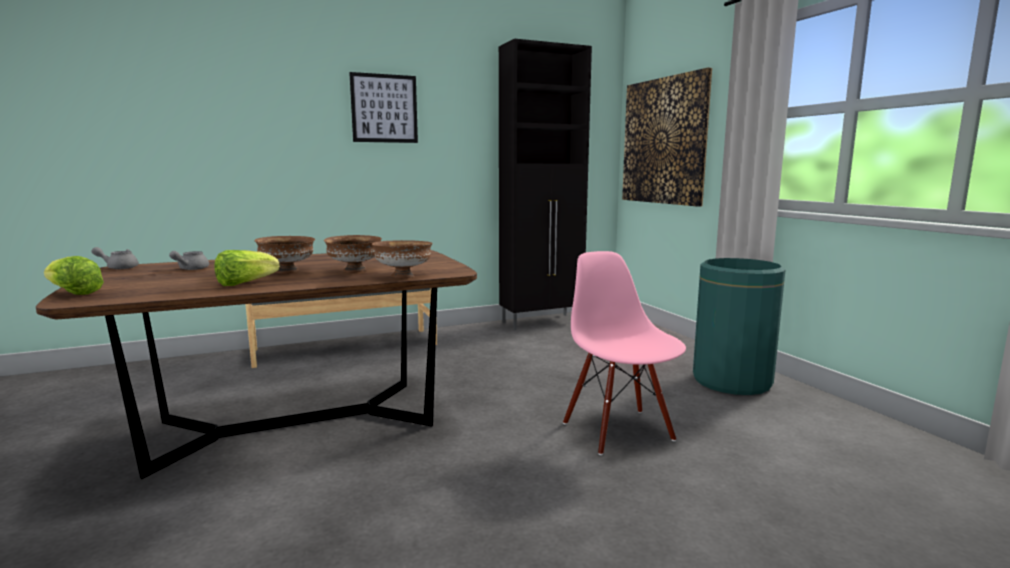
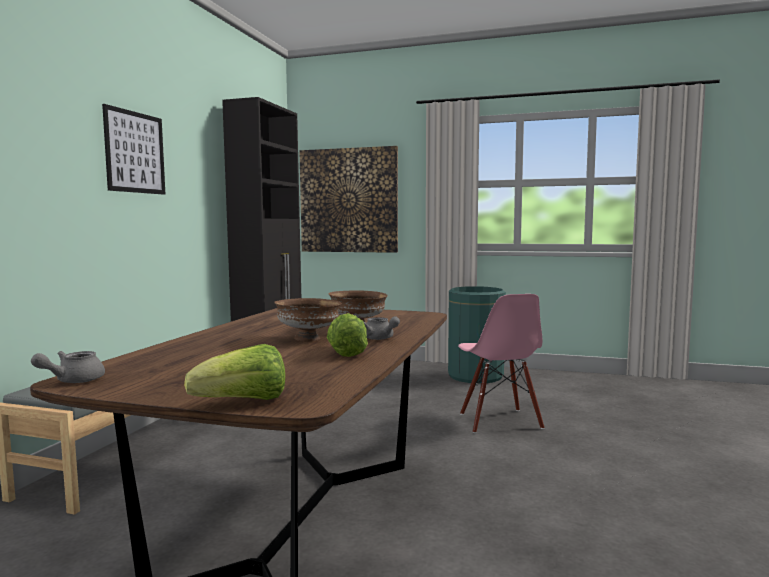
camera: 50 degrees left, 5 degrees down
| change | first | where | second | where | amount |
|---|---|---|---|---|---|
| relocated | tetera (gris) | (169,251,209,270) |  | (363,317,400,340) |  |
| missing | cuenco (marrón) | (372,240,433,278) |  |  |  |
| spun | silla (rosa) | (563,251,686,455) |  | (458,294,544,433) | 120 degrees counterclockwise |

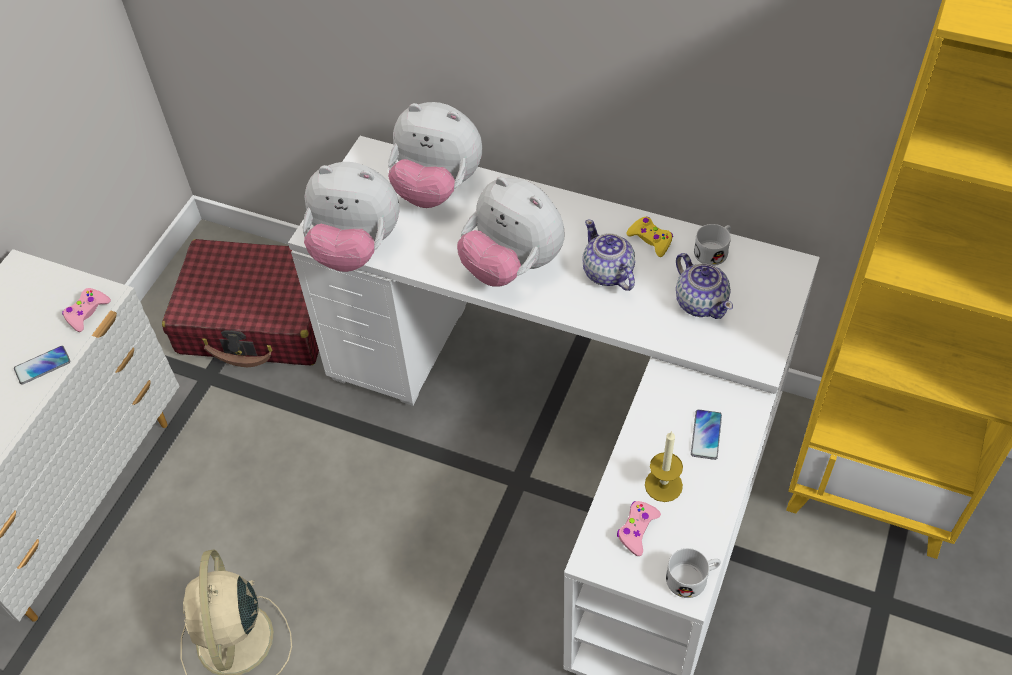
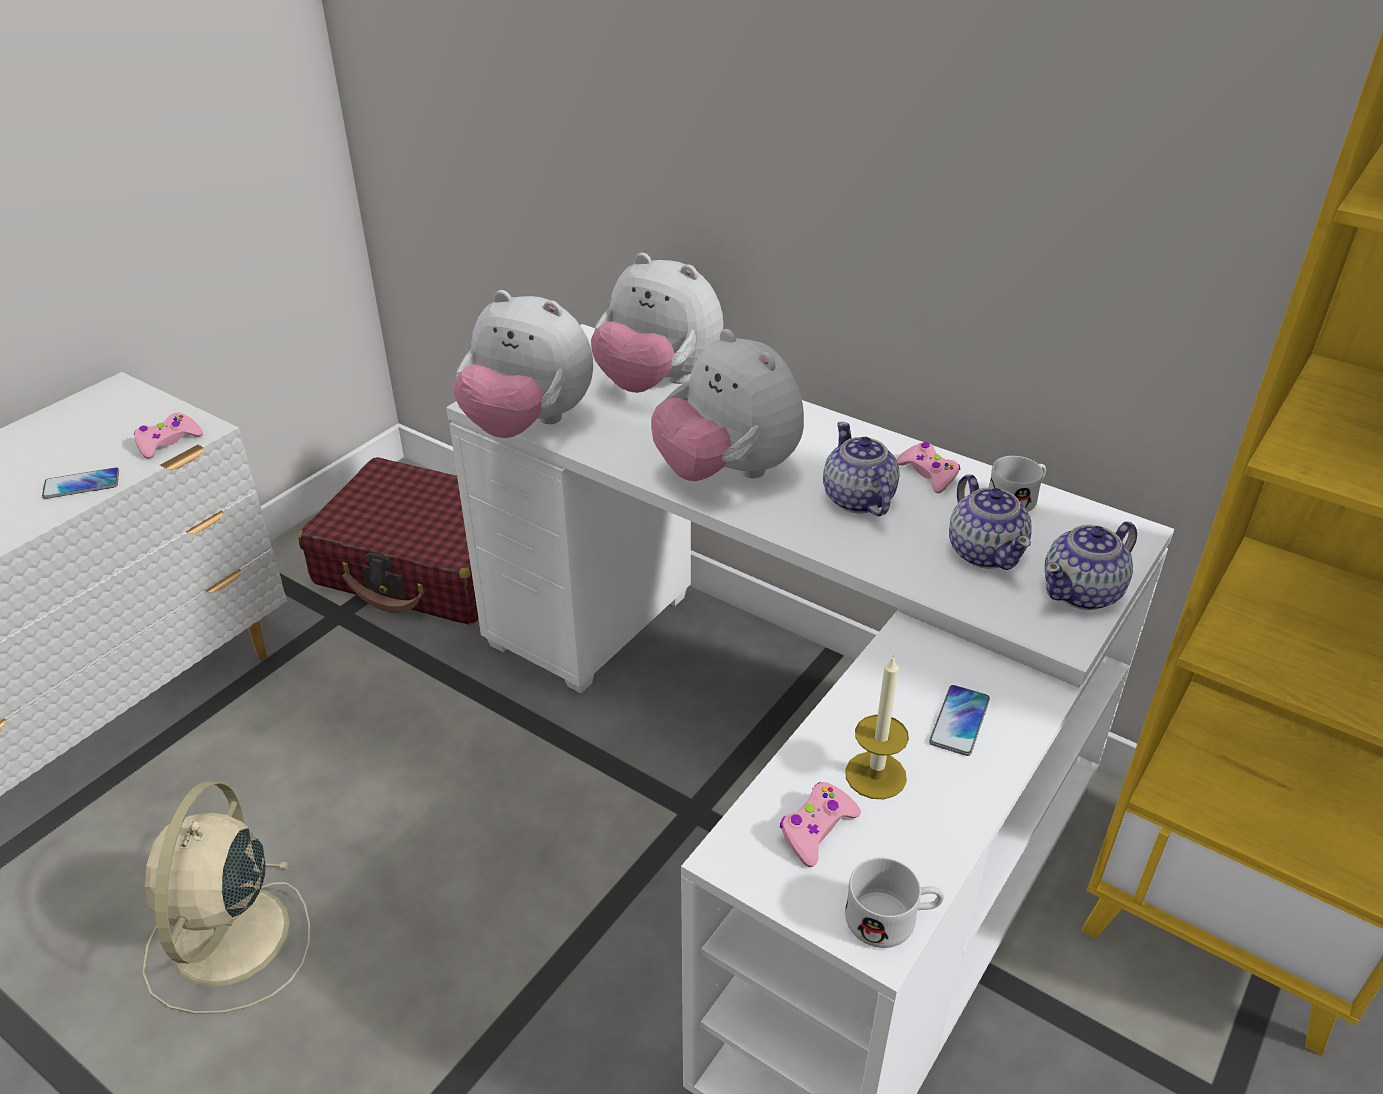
camera: 10 degrees right, 15 degrees down
| change | first | where | second | where | amount |
|---|---|---|---|---|---|
| colour | mando de consola (amarillo) | (626,217,673,257) | mando de consola (rosa) | (896,442,961,493) |  |
| appeared |  |  | tetera | (1045,521,1137,610) |  |

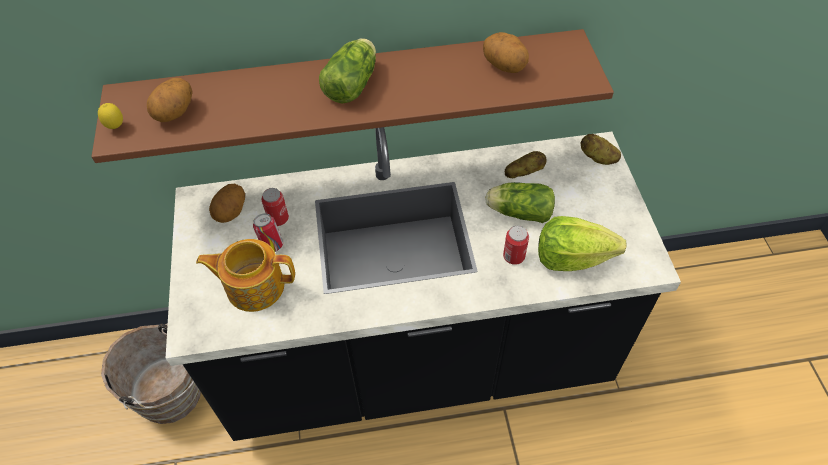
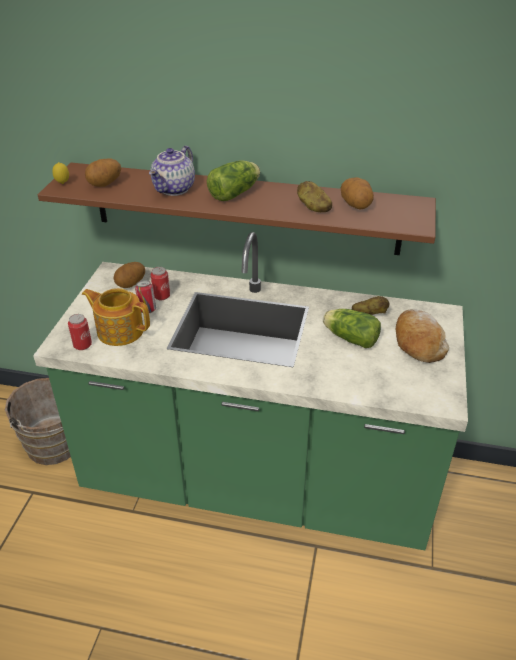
camera: 20 degrees right, 15 degrees down
| change | first | where | second | where | amount |
|---|---|---|---|---|---|
| colour | mueble bajo de cocina (negro) | (166,127,681,441) | mueble bajo de cocina (verde) | (33,232,468,550) |  |
| relocated | lata | (503,226,529,265) |  | (68,314,92,350) |  |
| missing | lechuga | (538,216,627,271) |  |  |  |
| relocated | patata | (581,134,621,165) |  | (297,181,332,212) |  |
| appeared |  |  | tetera | (149,146,195,196) |  |
| appeared |  |  | pan | (396,309,449,363) |  |

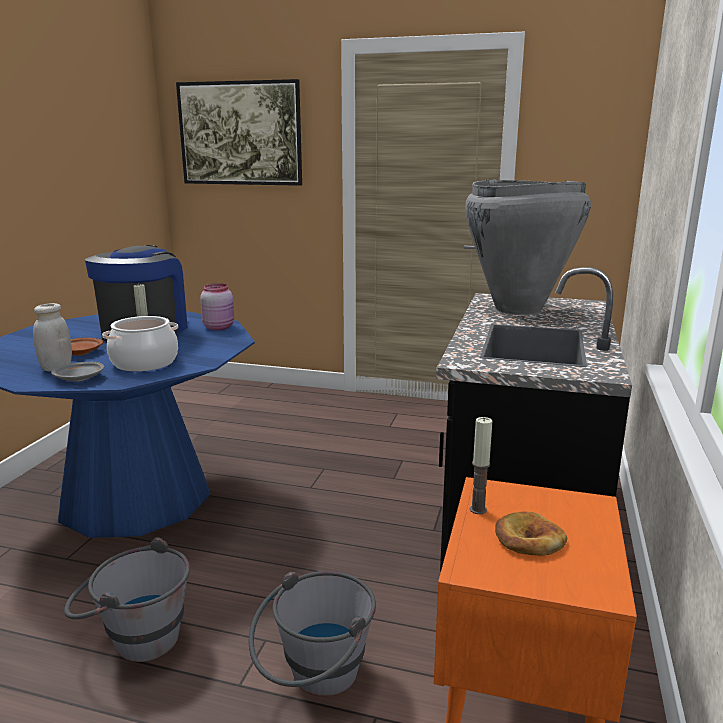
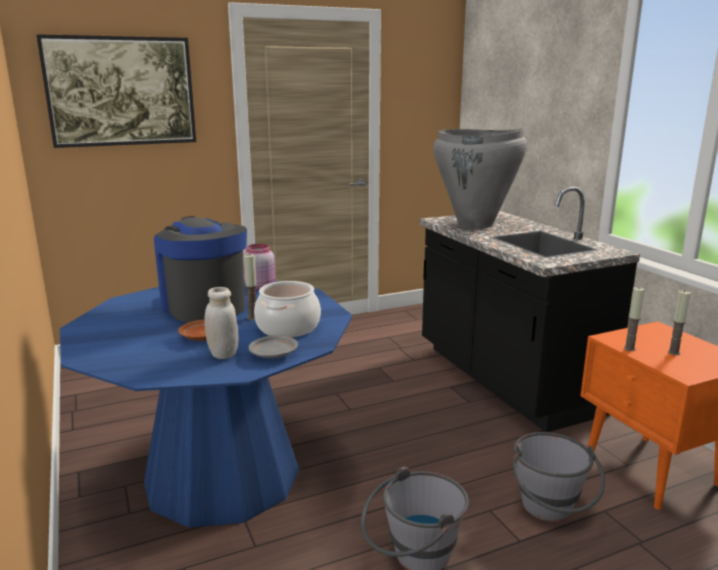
camera: 40 degrees left, 0 degrees up
| change | first | where | second | where | amount |
|---|---|---|---|---|---|
| exchanged | pan | (495,511,567,556) | vela | (668,291,691,355) |  |

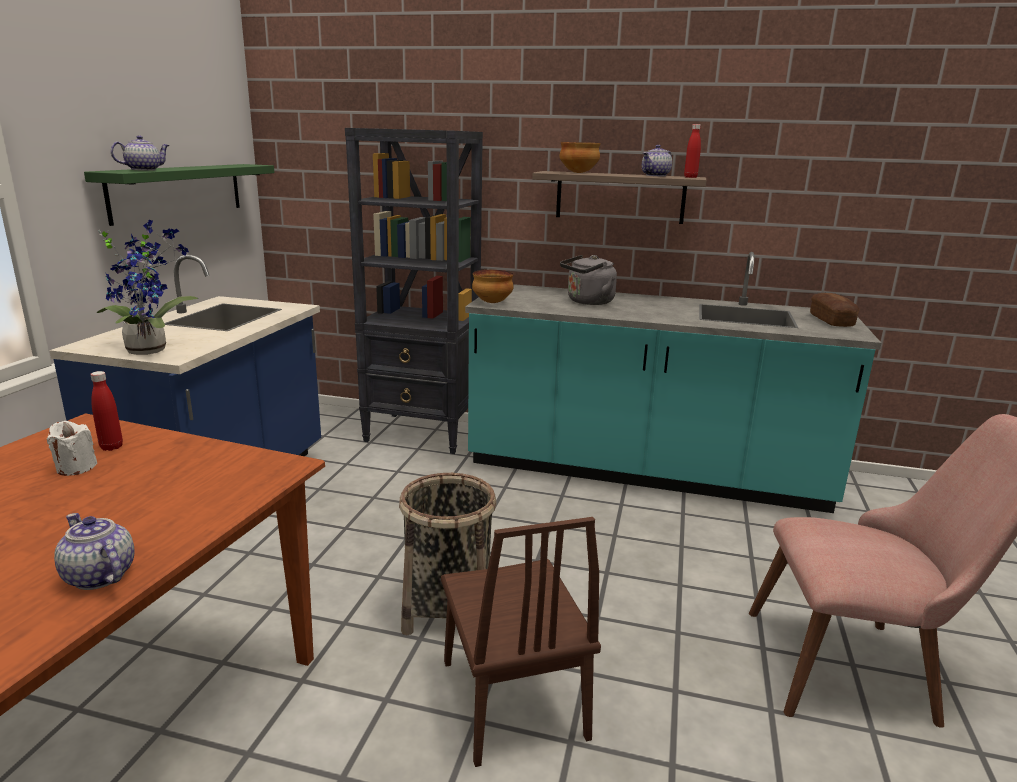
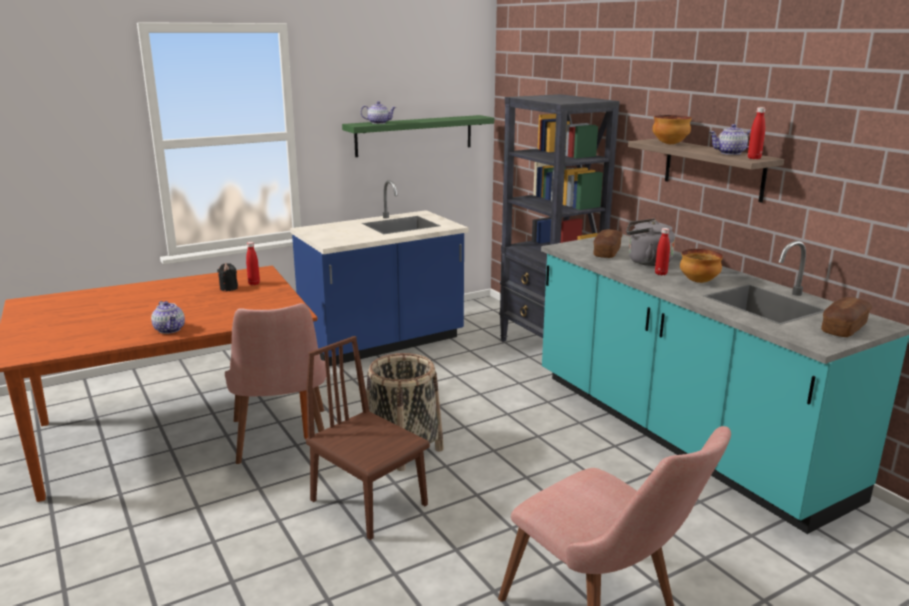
camera: 45 degrees right, 0 degrees up
| change | first | where | second | where | amount |
|---|---|---|---|---|---|
| colour | vela (blanco) | (47,421,97,476) | vela (negro) | (217,263,238,292) |  |
| spun | tetera | (54,513,134,590) |  | (151,301,185,334) | 150 degrees clockwise |
| missing | planta en maceta | (97,220,199,355) |  |  |  |
| spun | silla (marrón) | (441,517,601,767) |  | (306,336,430,540) | 105 degrees clockwise |
| relocated | cuenco | (472,270,513,303) |  | (680,249,723,283) |  |
| appeared |  |  | silla (rosa) | (225,303,326,464) |  |
| appeared |  |  | pan | (593,229,622,258) |  |
| appeared |  |  | botella (rojo) | (655,228,670,275) |  |

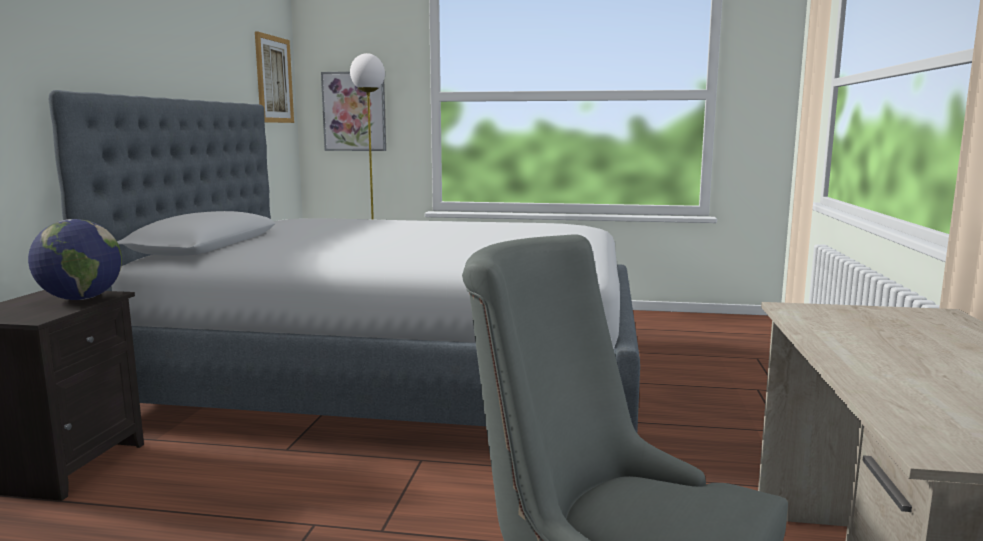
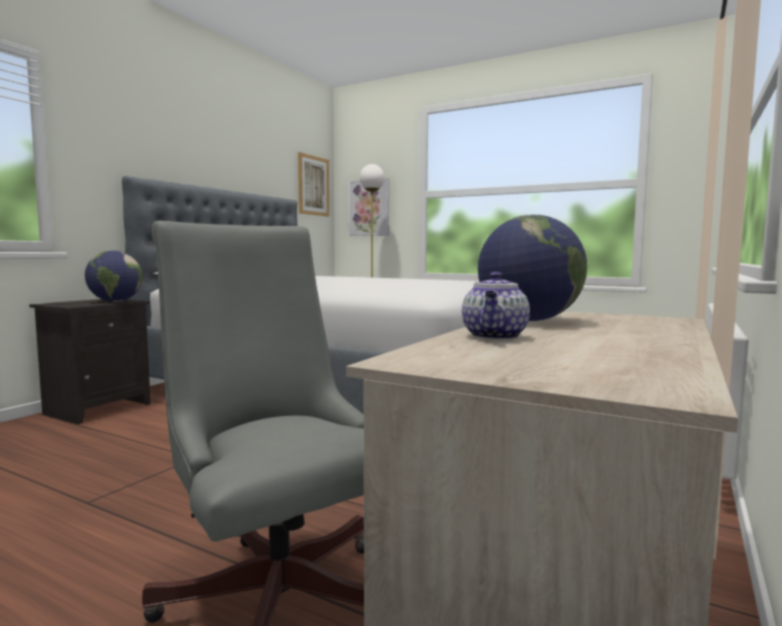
camera: 20 degrees right, 5 degrees down
| change | first | where | second | where | amount |
|---|---|---|---|---|---|
| appeared |  |  | tetera | (462,271,530,340) |  |
| appeared |  |  | globo terráqueo | (478,214,587,321) |  |

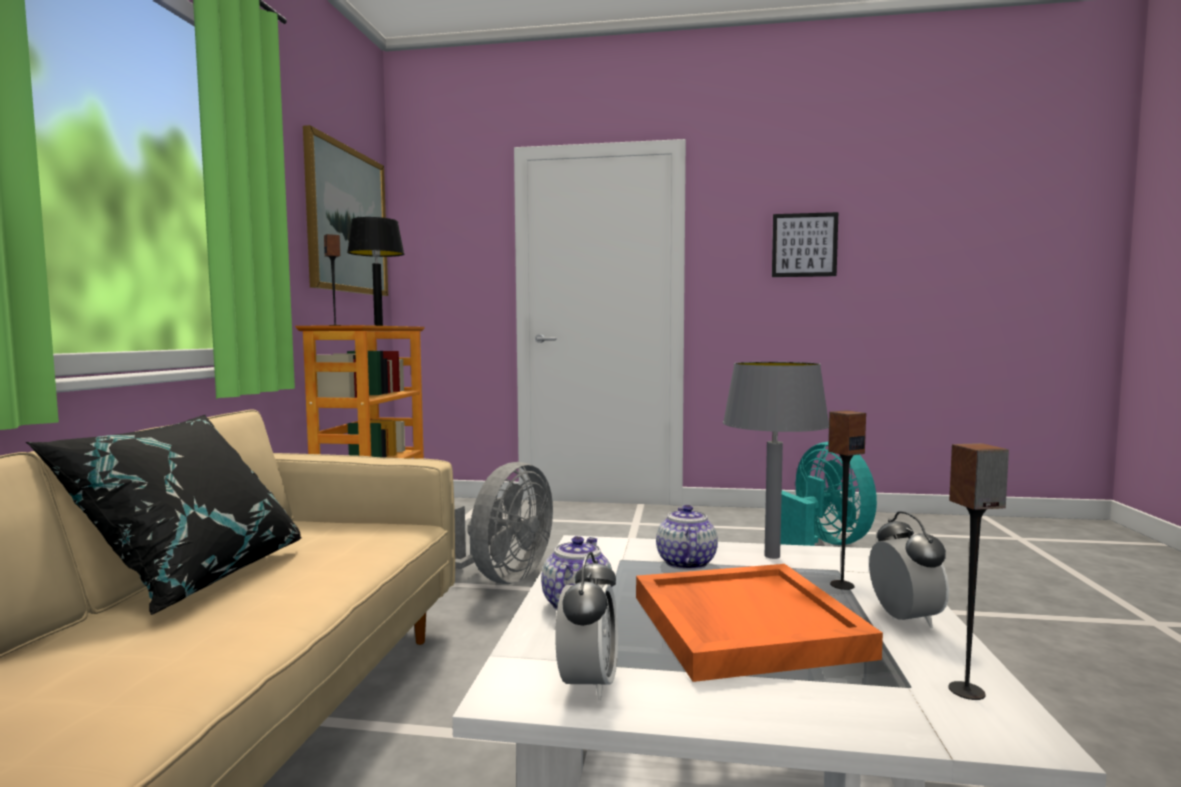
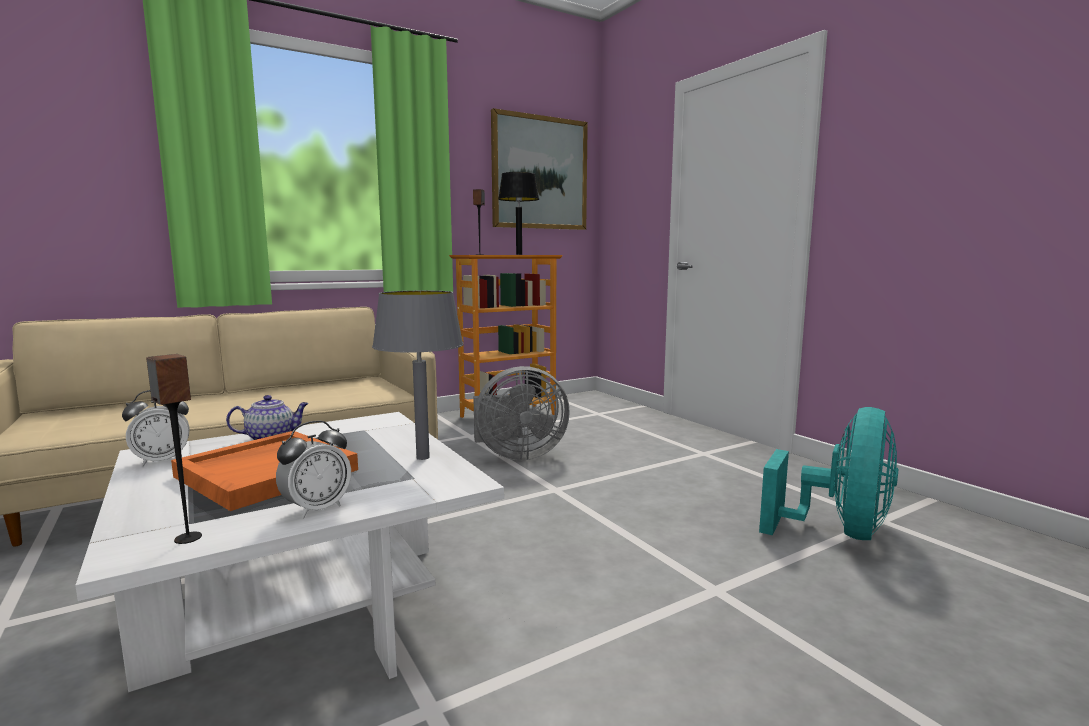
camera: 50 degrees right, 5 degrees up
| change | first | where | second | where | amount |
|---|---|---|---|---|---|
| missing | cojín (negro) | (26,415,302,615) |  |  |  |
| missing | tetera | (656,505,718,570) |  |  |  |
| missing | cuadro | (772,212,838,277) |  |  |  |
| missing | altavoz | (828,410,866,590) |  |  |  |

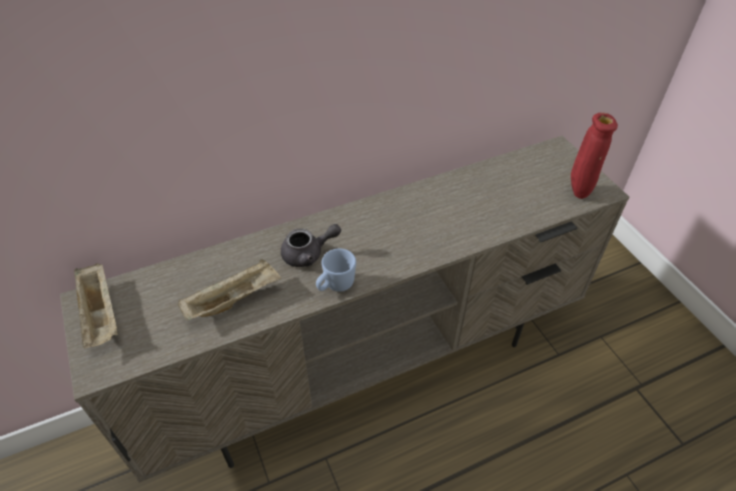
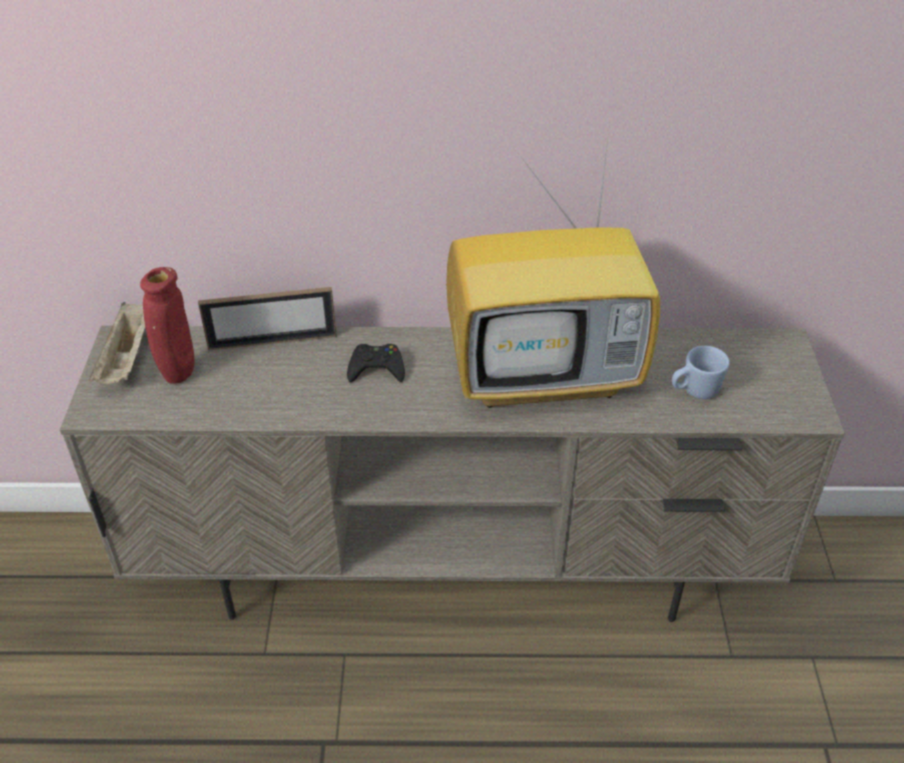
camera: 25 degrees right, 5 degrees down
| change | first | where | second | where | amount |
|---|---|---|---|---|---|
| missing | bandeja (beis) | (178,259,281,321) |  |  |  |
| exchanged | tetera (gris) | (281,224,341,267) | mando de consola (negro) | (347,344,405,382) |  |
| relocated | taza grande (azul) | (316,248,356,292) |  | (672,346,730,399) |  |
| relocated | florero (rojo) | (571,112,618,199) |  | (140,267,194,384) |  |
| appeared |  |  | portarretratos | (198,287,337,351) |  |
| appeared |  |  | televisor | (446,132,660,408) |  |

